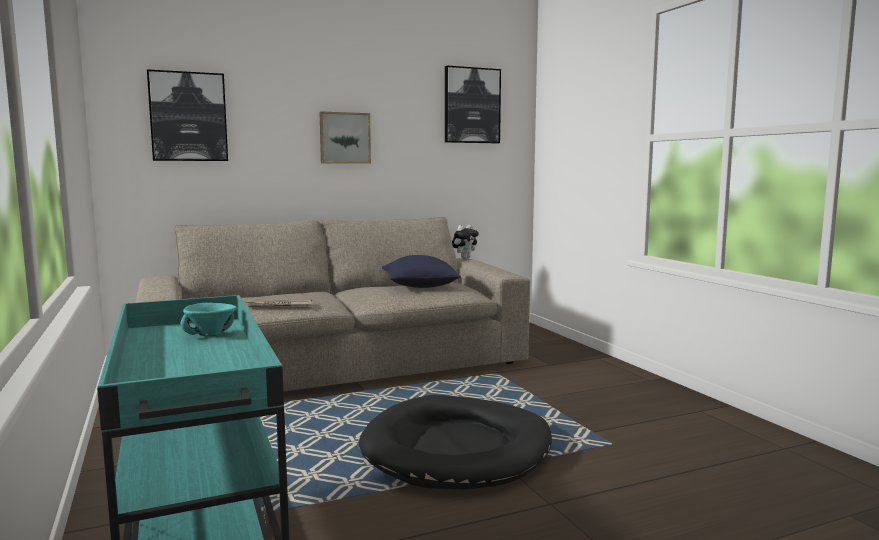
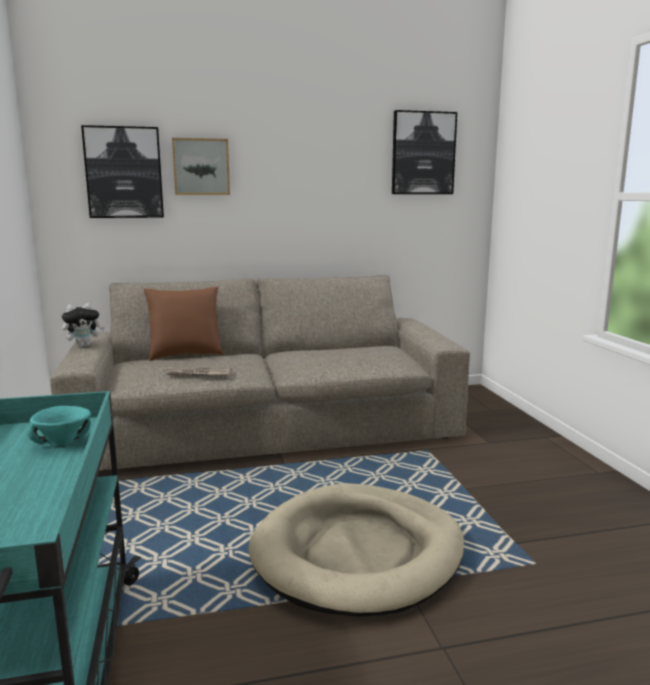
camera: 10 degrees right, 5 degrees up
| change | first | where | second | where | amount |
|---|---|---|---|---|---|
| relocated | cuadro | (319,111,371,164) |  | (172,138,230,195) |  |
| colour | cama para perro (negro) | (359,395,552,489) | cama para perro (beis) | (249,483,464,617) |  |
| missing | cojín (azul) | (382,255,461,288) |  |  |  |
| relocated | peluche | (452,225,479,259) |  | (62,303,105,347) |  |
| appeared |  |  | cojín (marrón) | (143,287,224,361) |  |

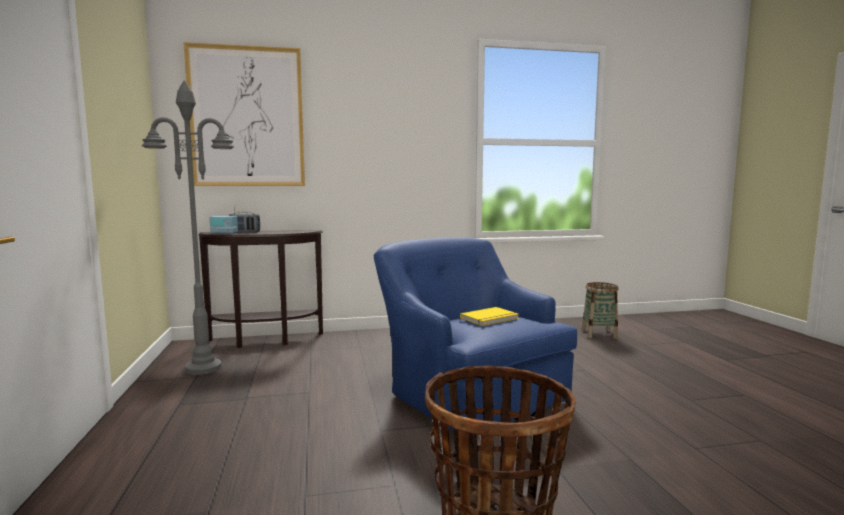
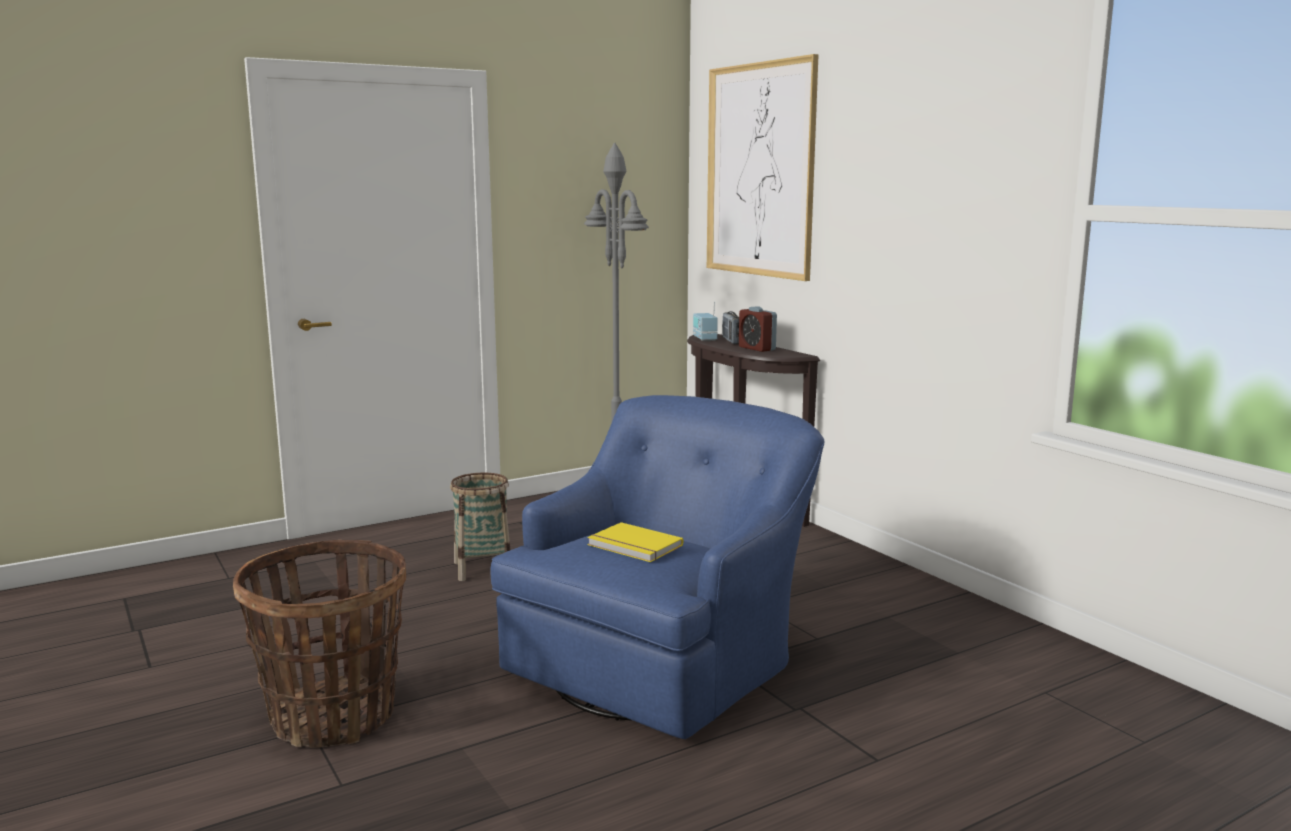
camera: 70 degrees right, 5 degrees up
| change | first | where | second | where | amount |
|---|---|---|---|---|---|
| relocated | cesta | (582,282,619,339) |  | (450,473,510,581) |  |
| appeared |  |  | despertador | (739,306,777,352) |  |

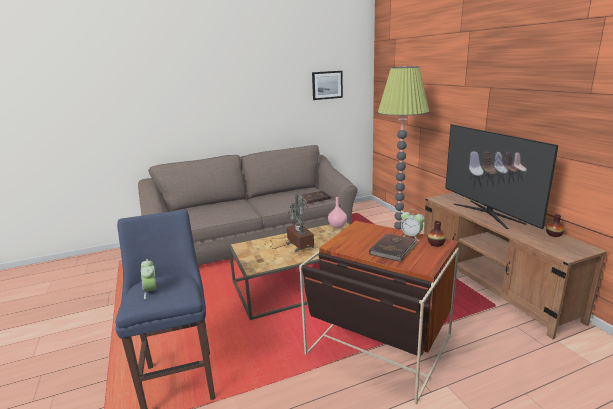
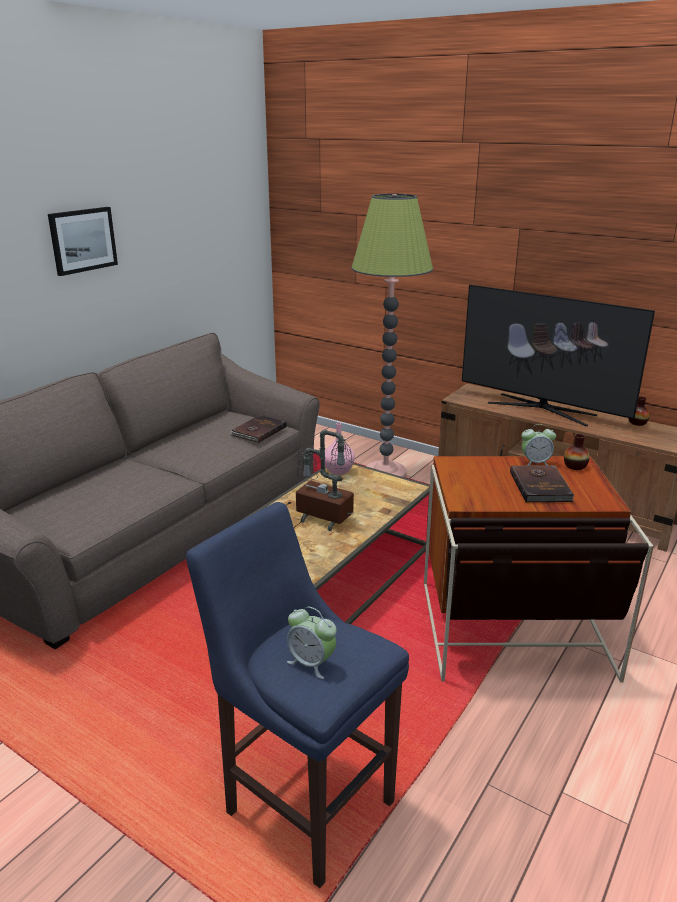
camera: 35 degrees left, 5 degrees up
| change | first | where | second | where | amount |
|---|---|---|---|---|---|
| relocated | cuadro | (312,71,343,100) |  | (48,207,118,276) |  |

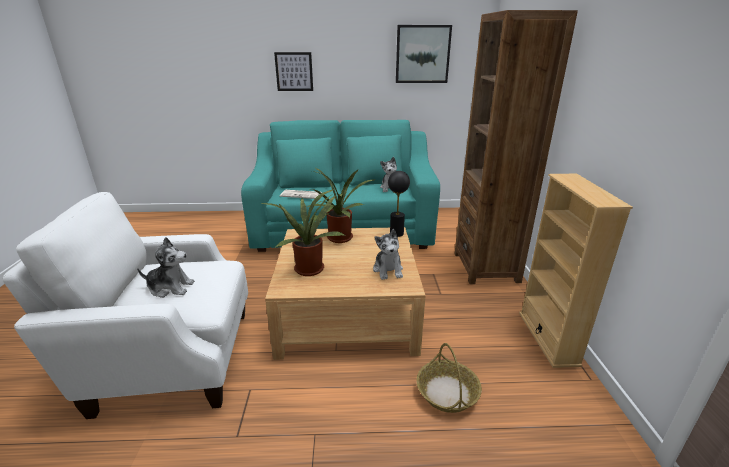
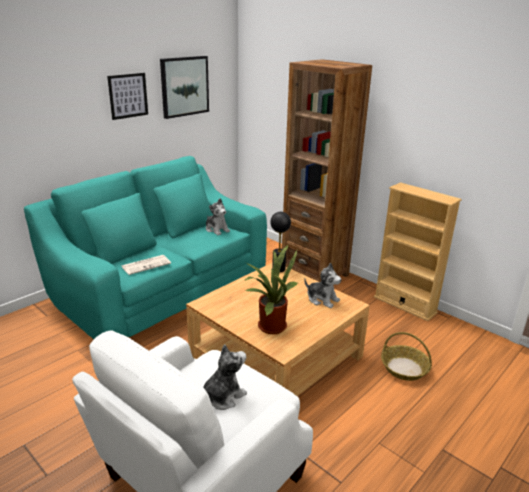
camera: 45 degrees left, 0 degrees up
| change | first | where | second | where | amount |
|---|---|---|---|---|---|
| relocated | cuadro | (274,52,313,91) |  | (107,73,148,120) |  |
| missing | planta en maceta | (307,167,377,243) |  |  |  |

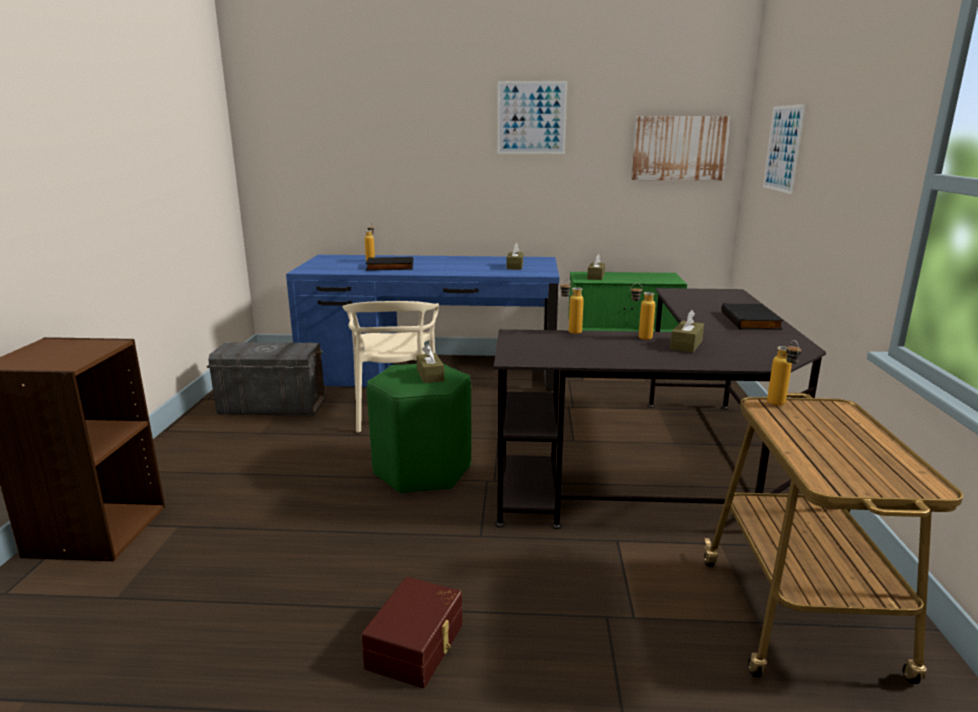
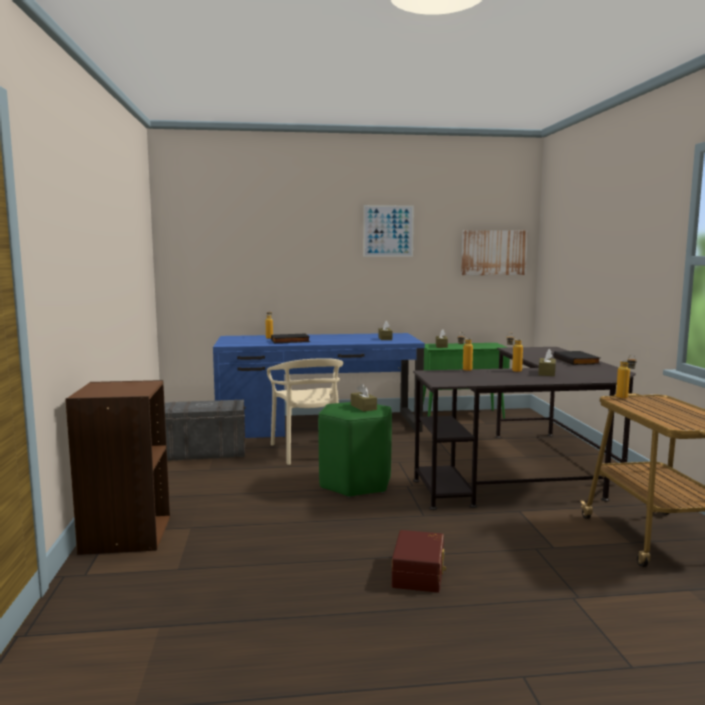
camera: 10 degrees left, 10 degrees down
| change | first | where | second | where | amount |
|---|---|---|---|---|---|
| missing | cuadro | (763,104,806,194) |  |  |  |

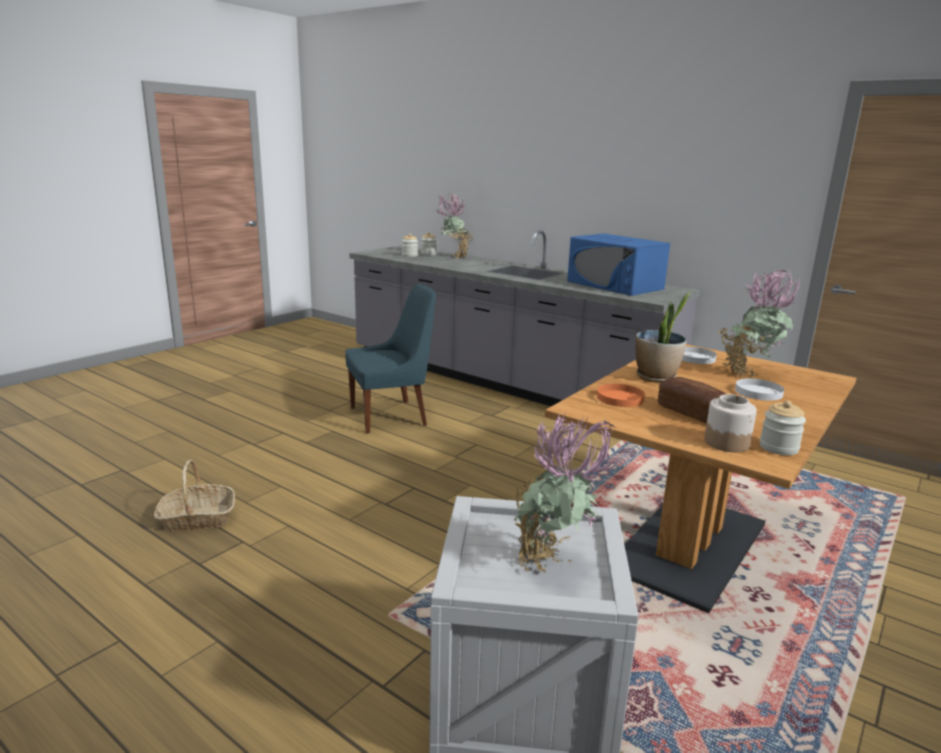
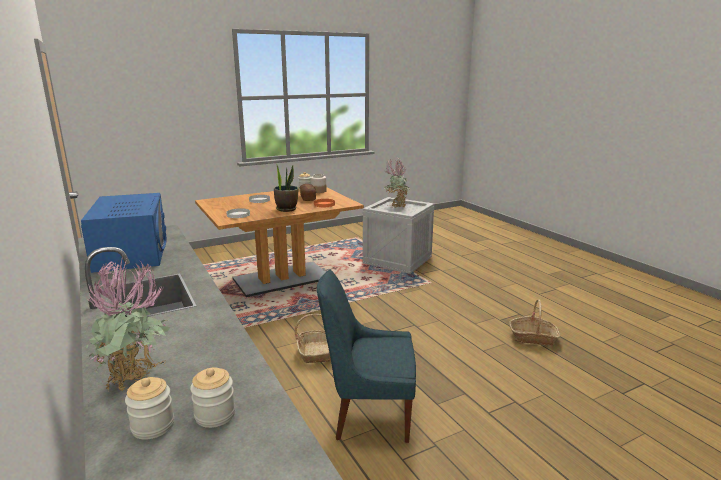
camera: 155 degrees left, 0 degrees up
| change | first | where | second | where | amount |
|---|---|---|---|---|---|
| missing | planta en maceta | (718,270,800,377) |  |  |  |
| appeared |  |  | cesta | (294,314,331,363) |  |

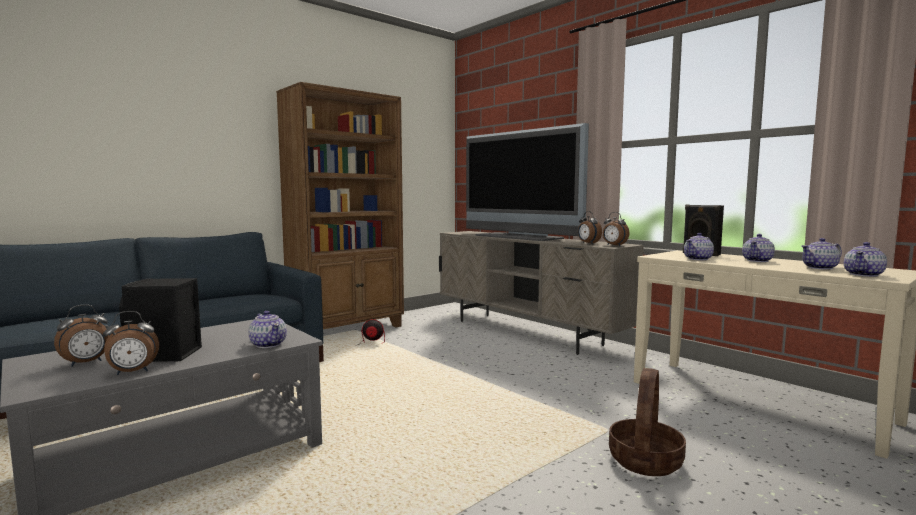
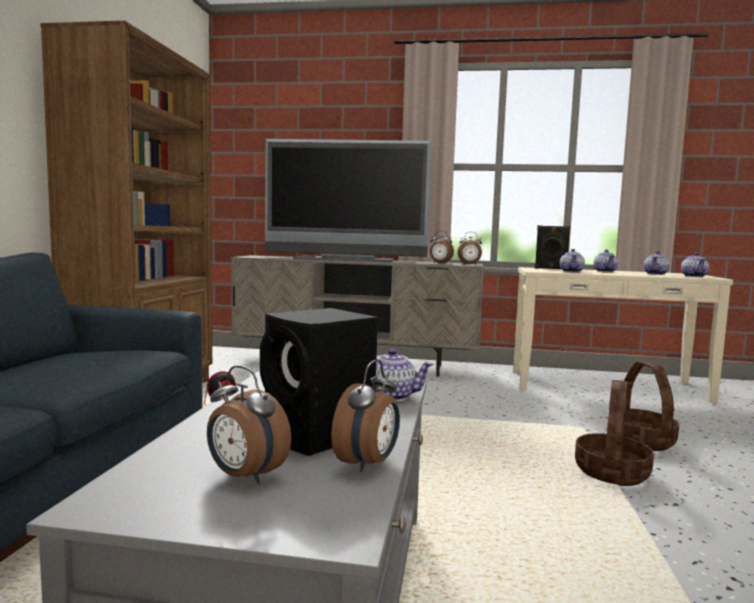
camera: 40 degrees left, 0 degrees up
| change | first | where | second | where | amount |
|---|---|---|---|---|---|
| spun | despertador | (54,305,109,367) |  | (207,366,291,484) | 120 degrees clockwise |
| appeared |  |  | cesta | (575,380,654,486) |  |

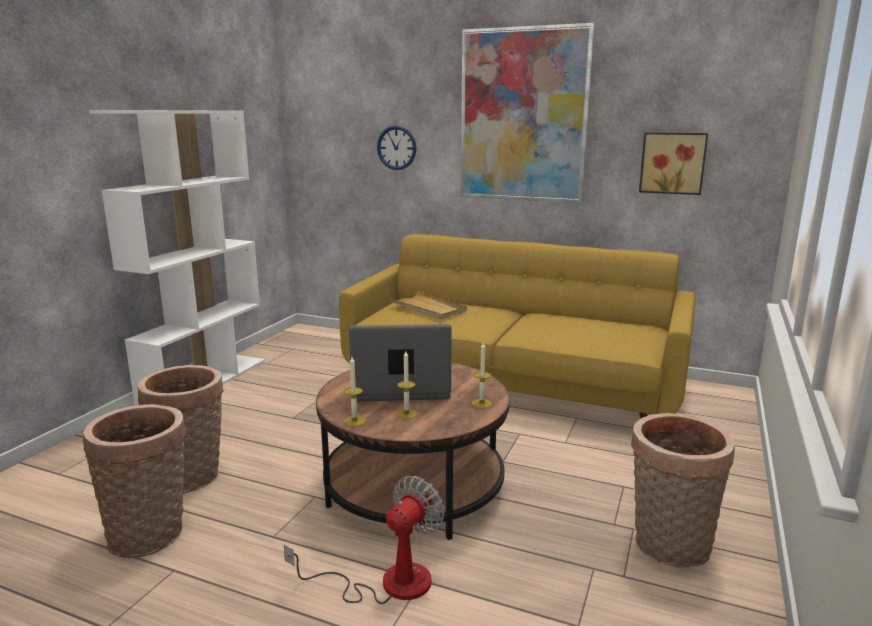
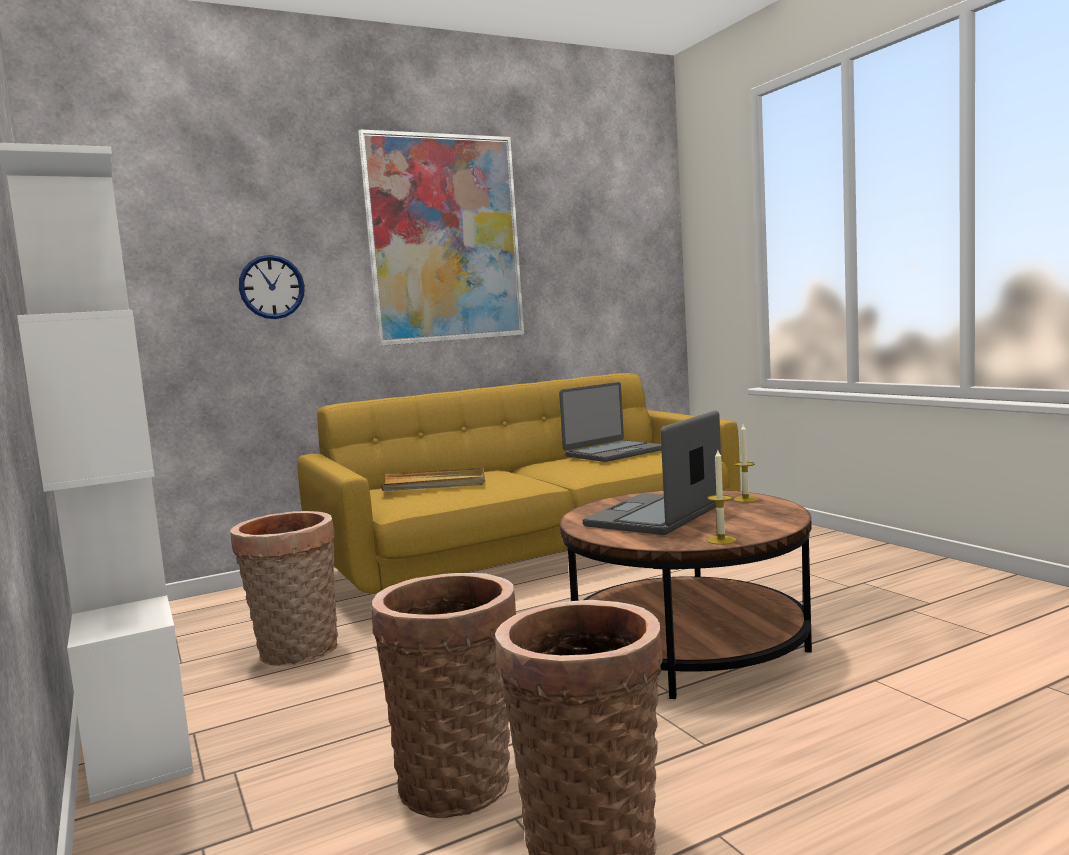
camera: 50 degrees left, 10 degrees down
| change | first | where | second | where | amount |
|---|---|---|---|---|---|
| missing | ventilador | (284,476,444,604) |  |  |  |
| missing | vela | (396,351,417,419) |  |  |  |
| relocated | cesta | (631,413,735,568) |  | (230,511,338,666) |  |
| missing | cuadro | (639,132,708,195) |  |  |  |
| appeared |  |  | portátil | (559,382,661,462) |  |

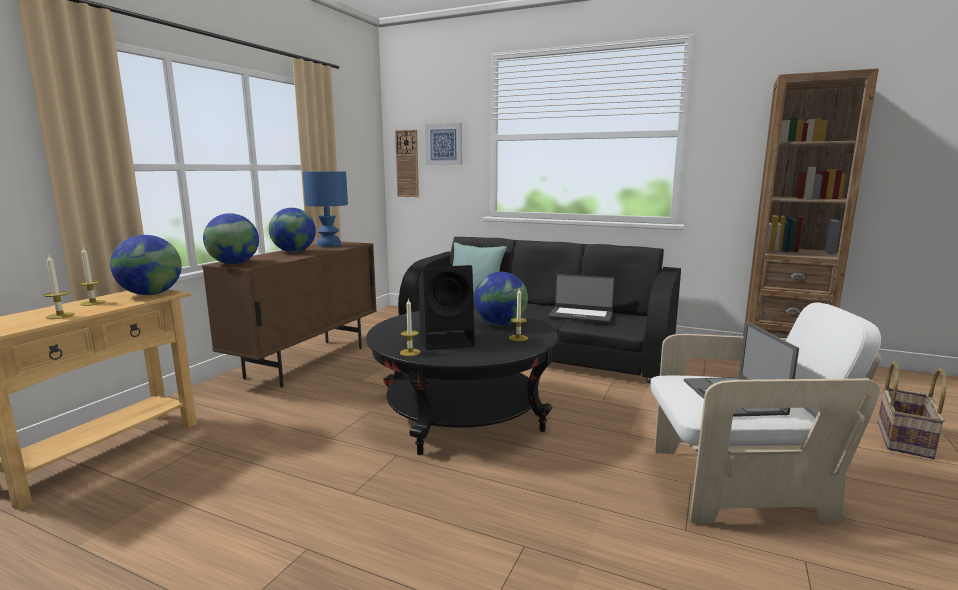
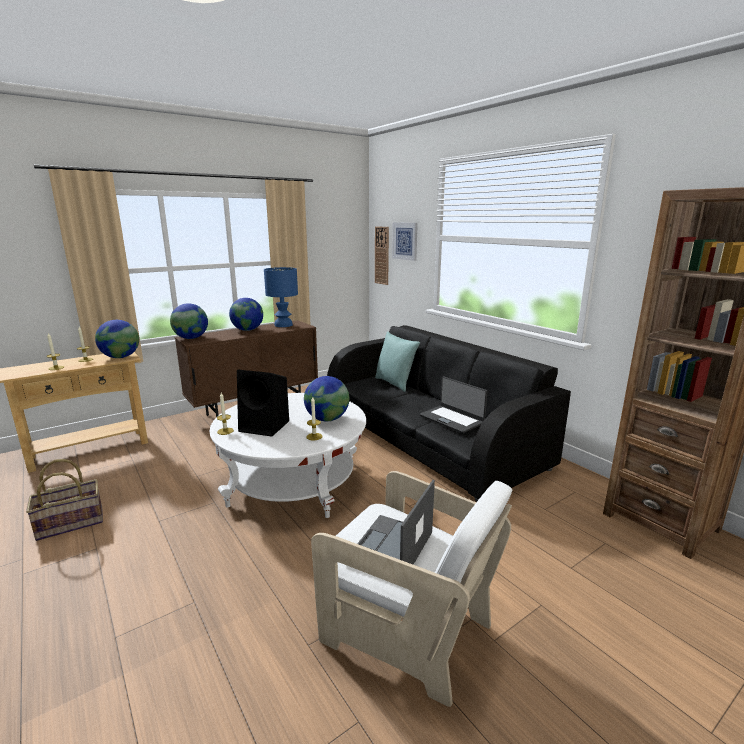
camera: 30 degrees right, 5 degrees up
| change | first | where | second | where | amount |
|---|---|---|---|---|---|
| colour | mesa de centro (negro) | (366,308,558,455) | mesa de centro (blanco) | (210,393,366,518) |  |
| relocated | cesta | (878,362,946,459) |  | (26,459,103,541) |  |

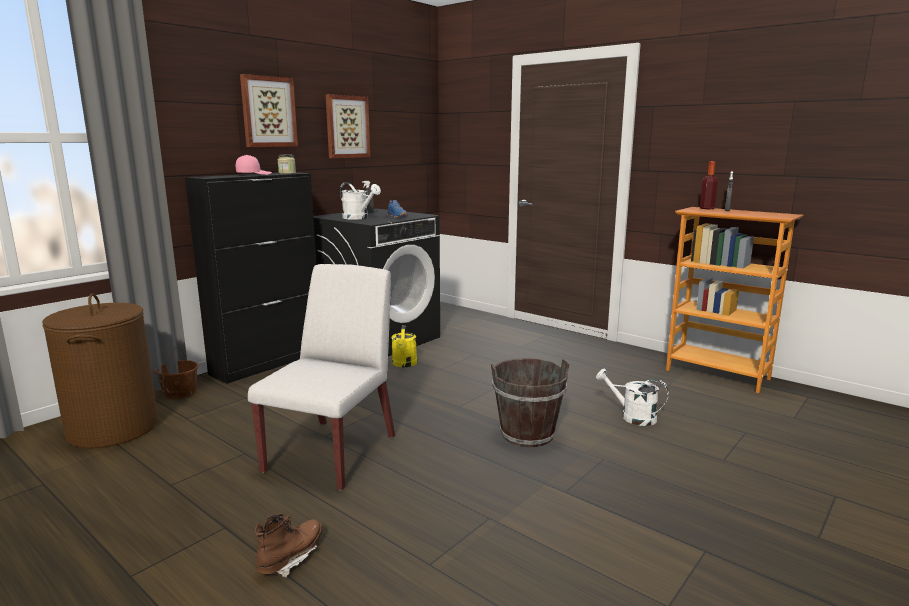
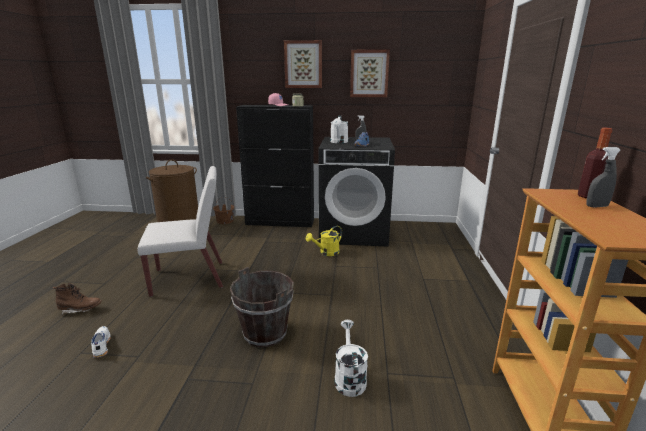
camera: 55 degrees right, 5 degrees up
| change | first | where | second | where | amount |
|---|---|---|---|---|---|
| appeared |  |  | zapato (blanco) | (91,326,111,358) |  |

